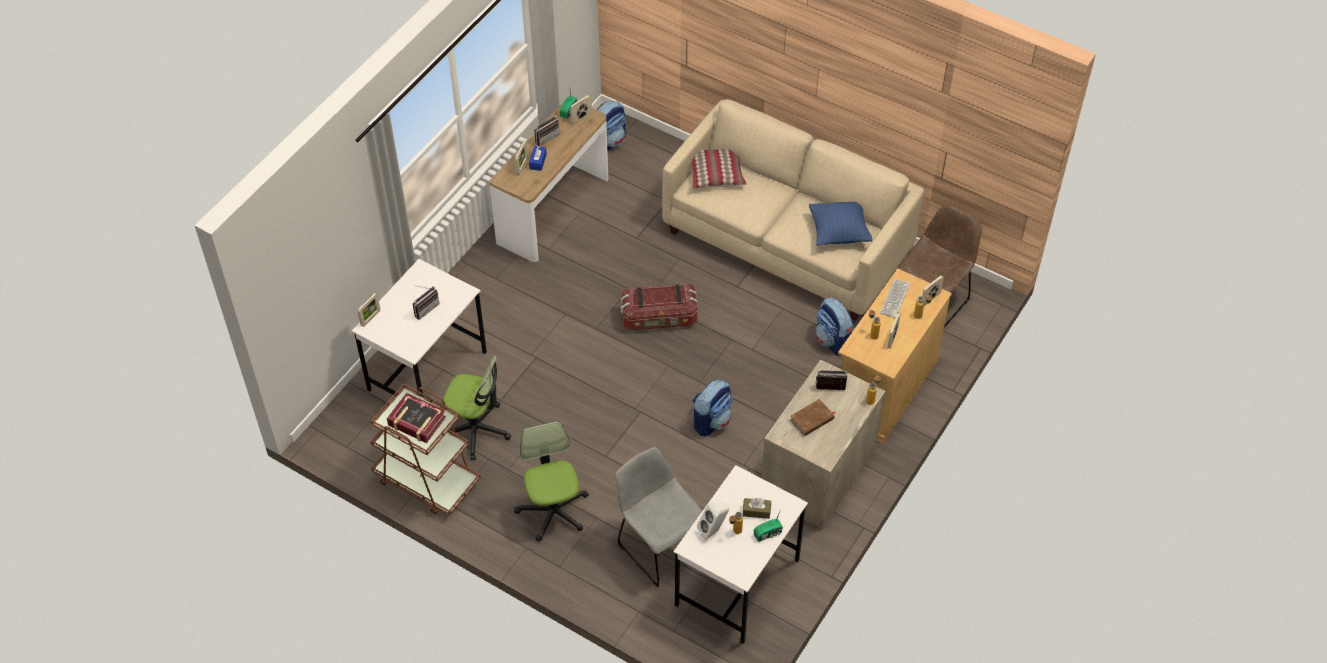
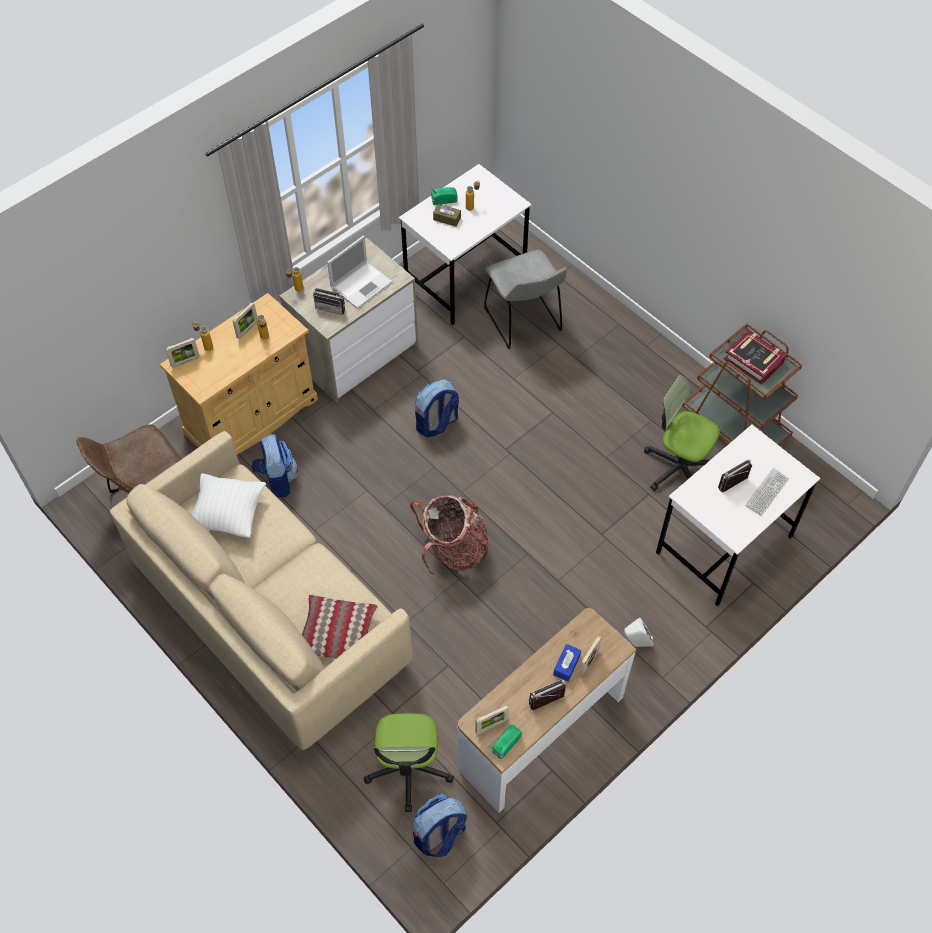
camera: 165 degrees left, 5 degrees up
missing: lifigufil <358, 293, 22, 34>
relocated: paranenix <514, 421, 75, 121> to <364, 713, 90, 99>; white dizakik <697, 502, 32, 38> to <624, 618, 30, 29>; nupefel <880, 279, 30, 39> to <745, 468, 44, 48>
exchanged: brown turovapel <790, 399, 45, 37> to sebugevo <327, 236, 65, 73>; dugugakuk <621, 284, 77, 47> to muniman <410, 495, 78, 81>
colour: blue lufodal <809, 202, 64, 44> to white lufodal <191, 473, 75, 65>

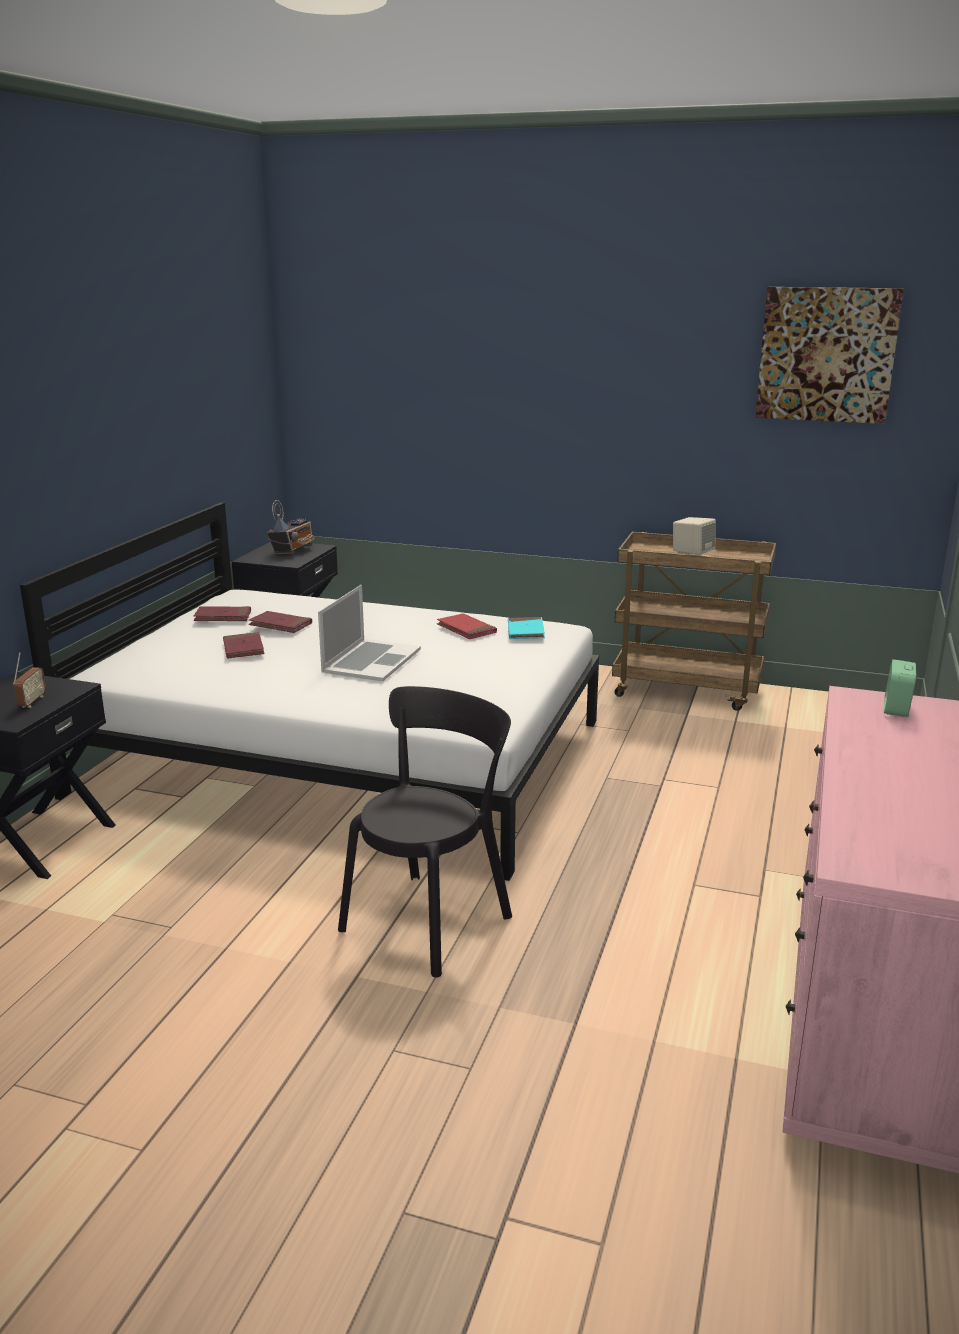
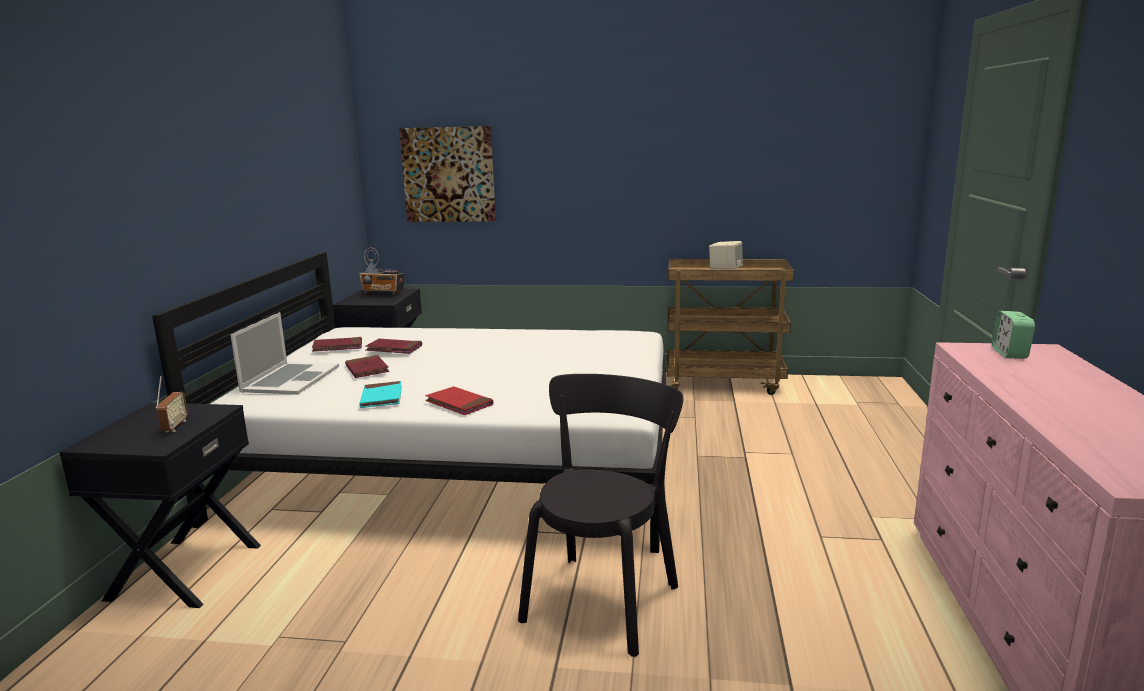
camera: 10 degrees left, 5 degrees down
relocated: sebugevo <318, 585, 103, 96> to <231, 312, 108, 83>; turquoise turovapel <508, 617, 37, 22> to <359, 381, 43, 27>; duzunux <755, 287, 149, 137> to <399, 126, 97, 96>; red turovapel <437, 613, 60, 26> to <425, 386, 68, 29>
spun: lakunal <267, 500, 48, 54> = <359, 248, 46, 47> 90 degrees clockwise

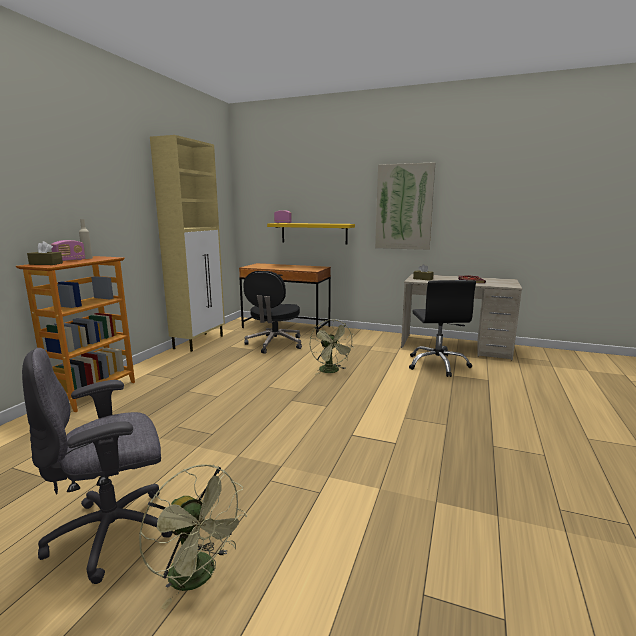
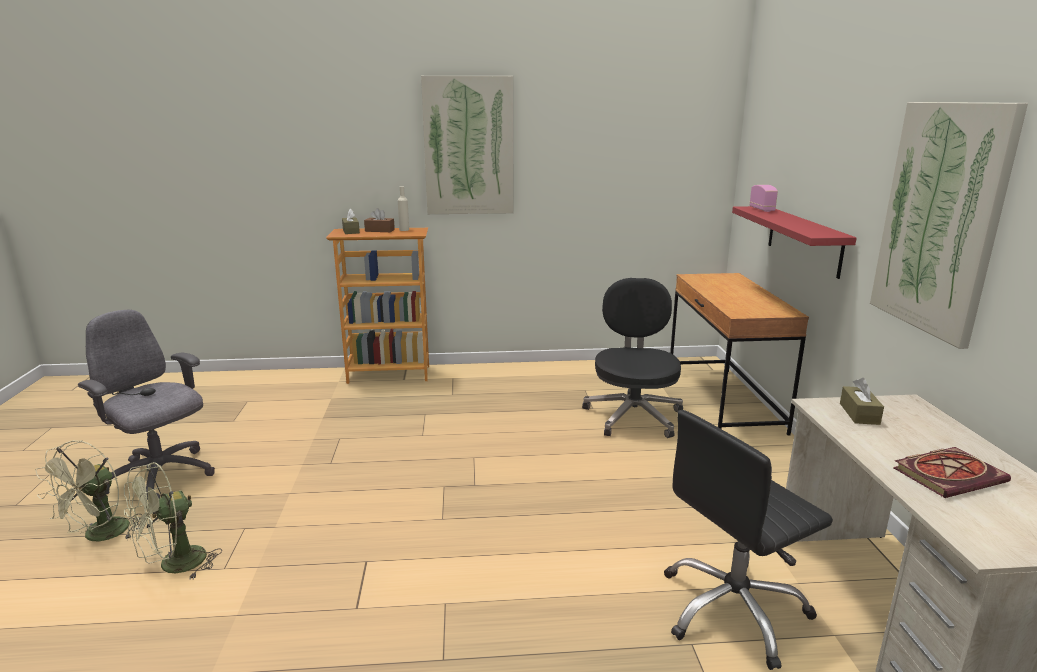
camera: 65 degrees right, 5 degrees up
missing: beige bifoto <150, 135, 75, 217>
appeared: duzunux <421, 76, 92, 138>
relocated: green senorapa <310, 319, 44, 56> to <124, 462, 98, 118>
exchanged: lakunal <51, 240, 34, 21> to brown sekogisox <364, 208, 31, 24>
colour: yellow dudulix <267, 223, 88, 21> to red dudulix <732, 206, 125, 73>
spun: black paranenix <243, 271, 59, 83> = <582, 278, 101, 160> 105 degrees clockwise

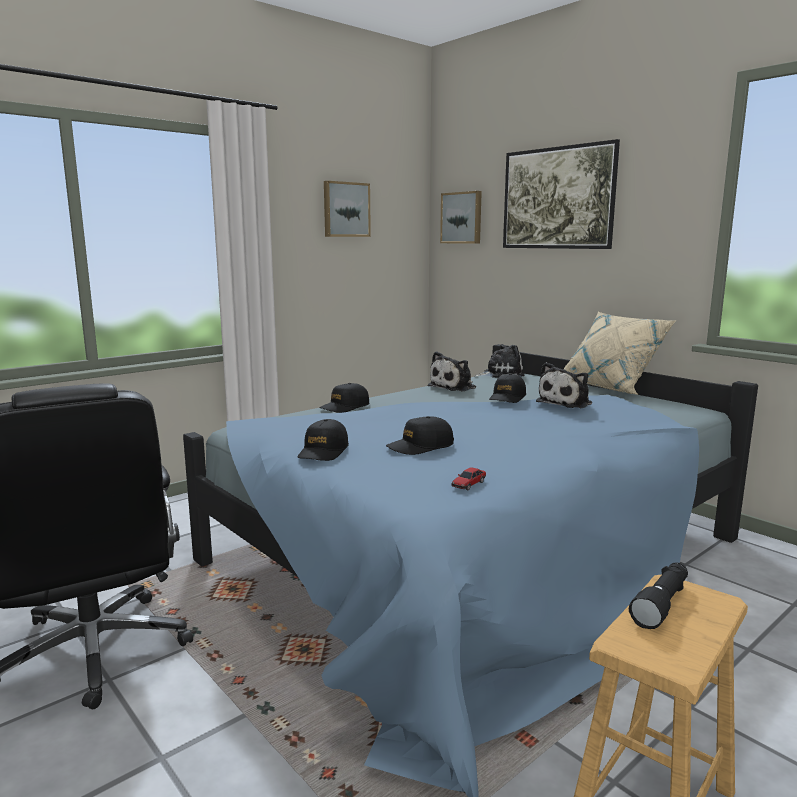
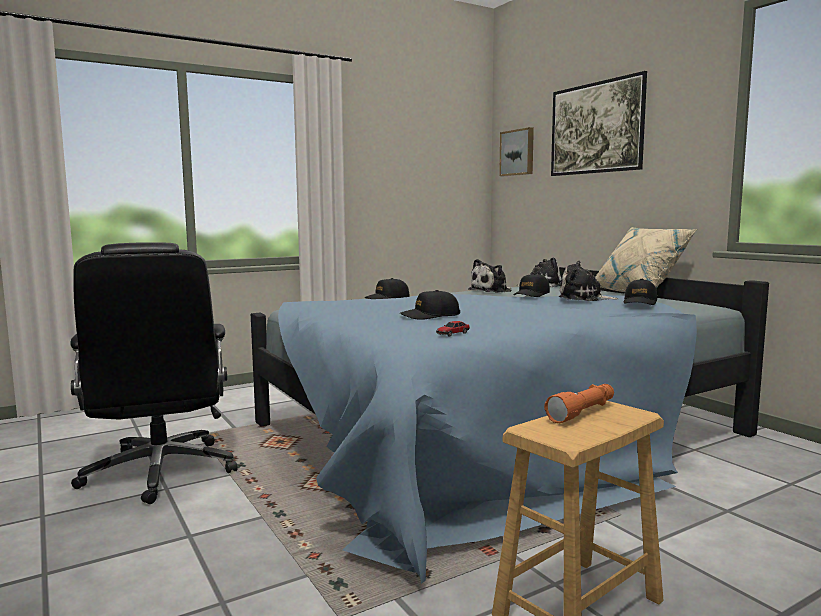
camera: 10 degrees right, 5 degrees down
missing: duzunux <324, 181, 47, 56>
relocated: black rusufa <298, 419, 51, 42> to <624, 279, 33, 26>
colour: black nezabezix <629, 562, 59, 67> to orange nezabezix <544, 384, 70, 39>
spun: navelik <536, 362, 56, 46> = <559, 261, 60, 40> 60 degrees clockwise

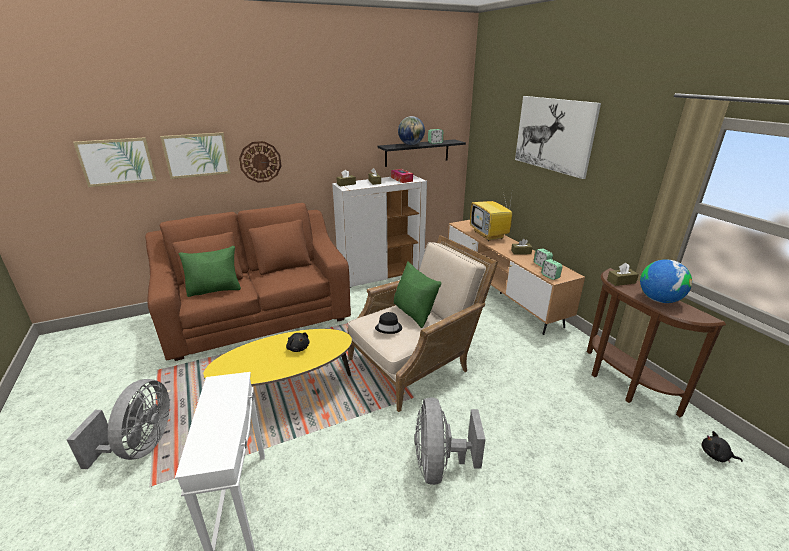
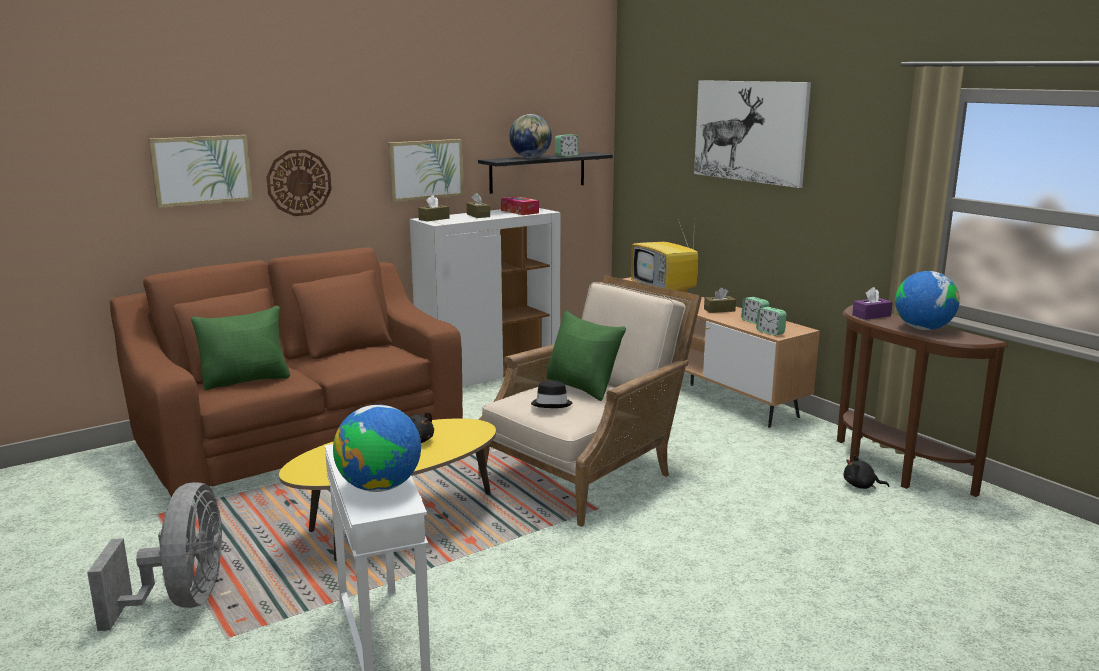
camera: 10 degrees left, 10 degrees down
missing: grey senorapa <415, 397, 71, 88>
appeared: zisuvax <333, 405, 88, 87>
relocated: duzunux <73, 137, 84, 50> to <388, 139, 76, 63>; black navelik <701, 431, 42, 32> to <844, 455, 45, 34>
colour: brown sekogisox <607, 263, 32, 23> to purple sekogisox <852, 287, 41, 33>

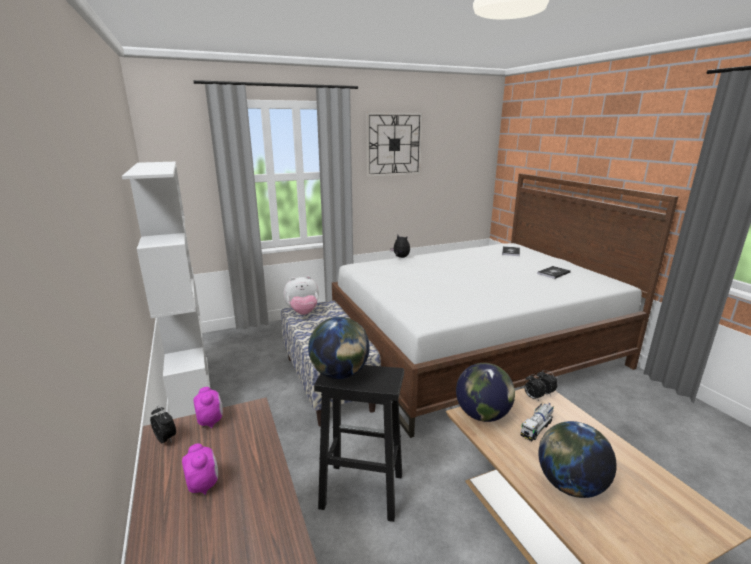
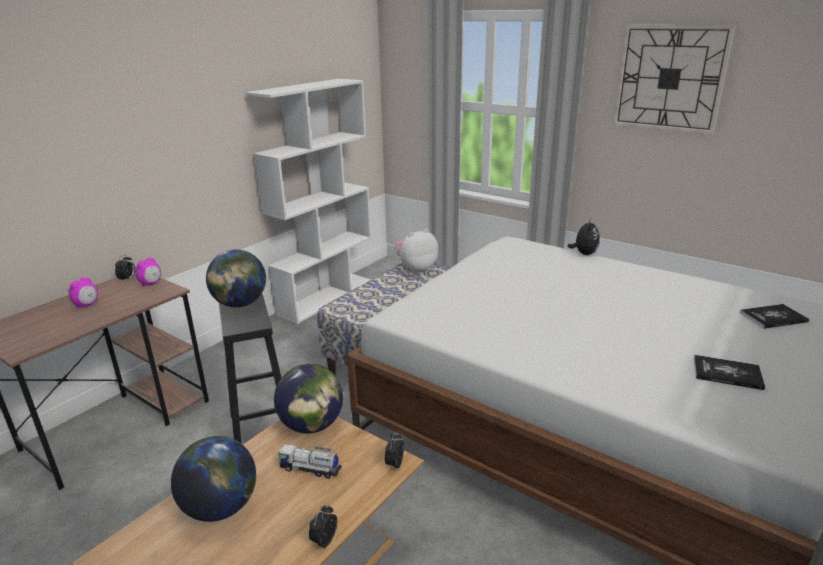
camera: 60 degrees right, 5 degrees up
relocated: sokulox <524, 374, 22, 27> to <309, 505, 28, 43>
spun: navelik <284, 276, 35, 39> = <394, 229, 44, 45> 105 degrees clockwise

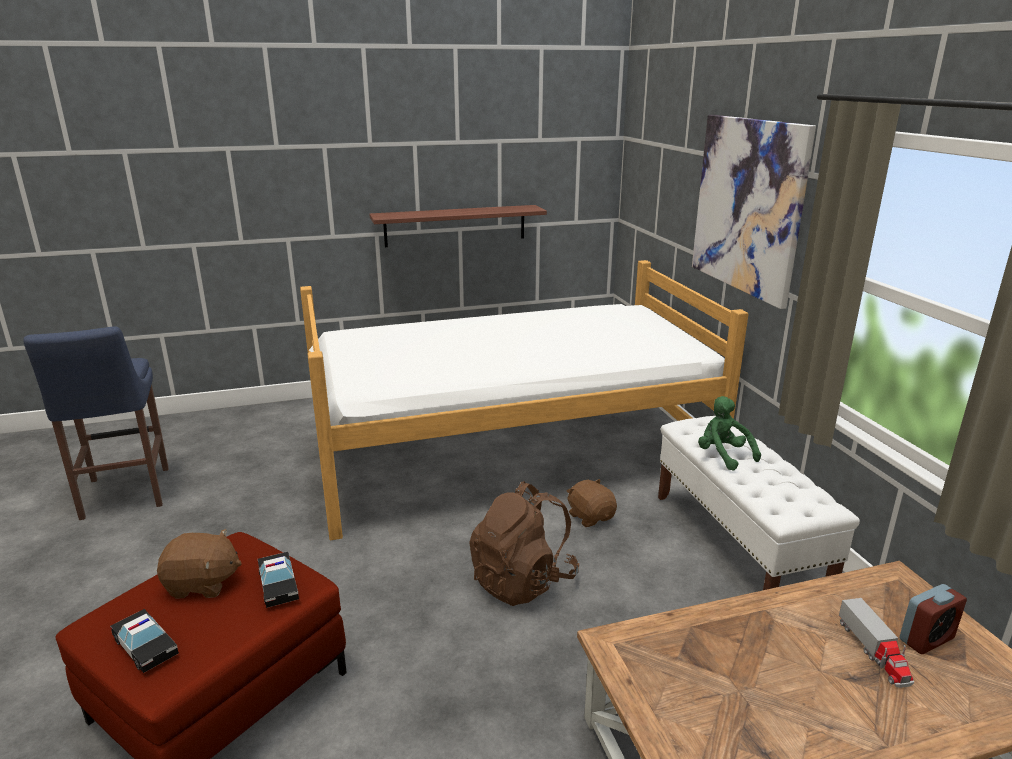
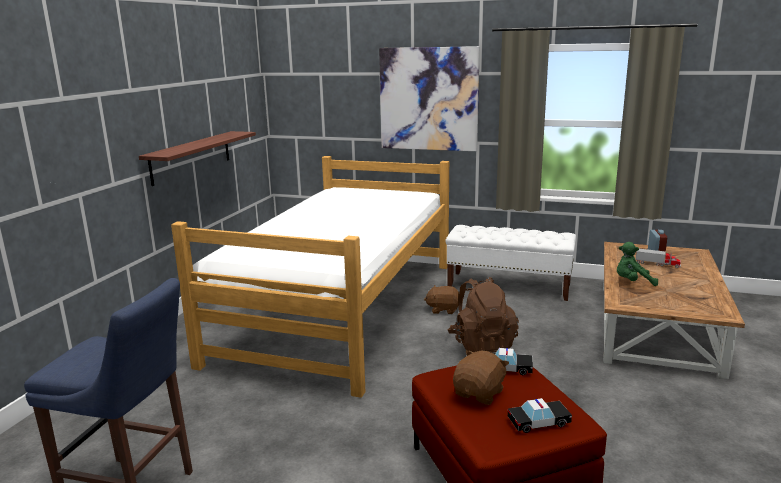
camera: 55 degrees left, 5 degrees down
relocated: green navelik <698, 396, 63, 75> to <617, 242, 41, 44>

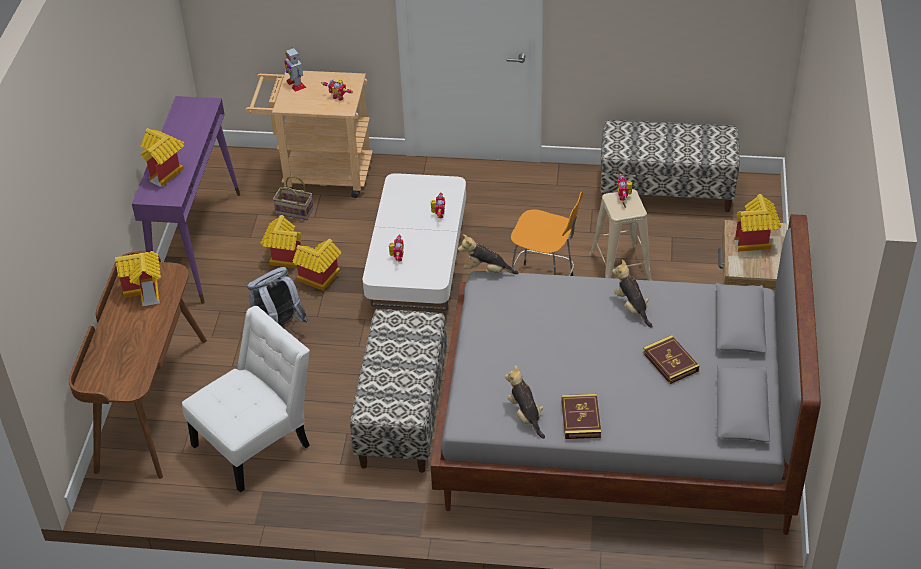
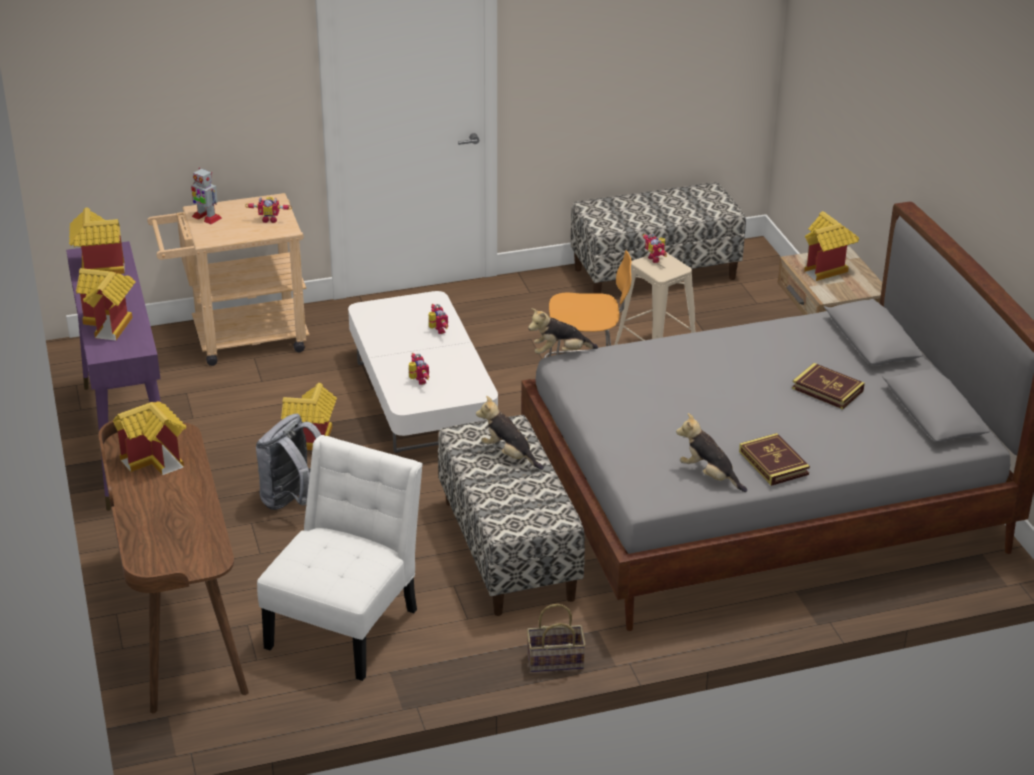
camera: 25 degrees left, 10 degrees down
relocated: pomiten <260, 215, 41, 53> to <69, 207, 56, 67>; navelik <612, 260, 40, 68> to <476, 396, 68, 74>; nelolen <273, 176, 40, 44> to <527, 604, 59, 68>

